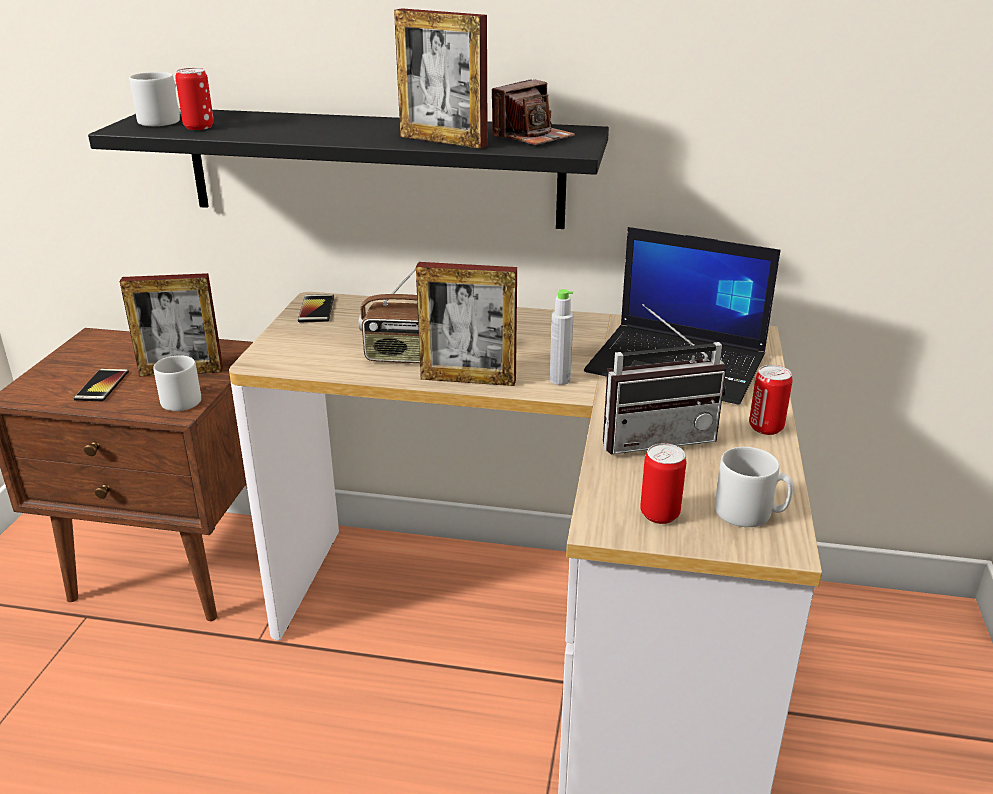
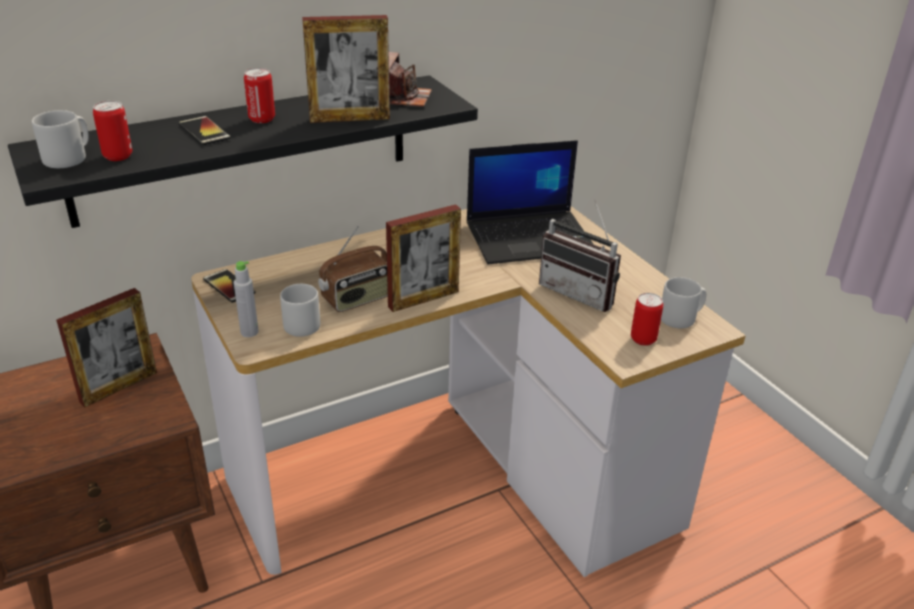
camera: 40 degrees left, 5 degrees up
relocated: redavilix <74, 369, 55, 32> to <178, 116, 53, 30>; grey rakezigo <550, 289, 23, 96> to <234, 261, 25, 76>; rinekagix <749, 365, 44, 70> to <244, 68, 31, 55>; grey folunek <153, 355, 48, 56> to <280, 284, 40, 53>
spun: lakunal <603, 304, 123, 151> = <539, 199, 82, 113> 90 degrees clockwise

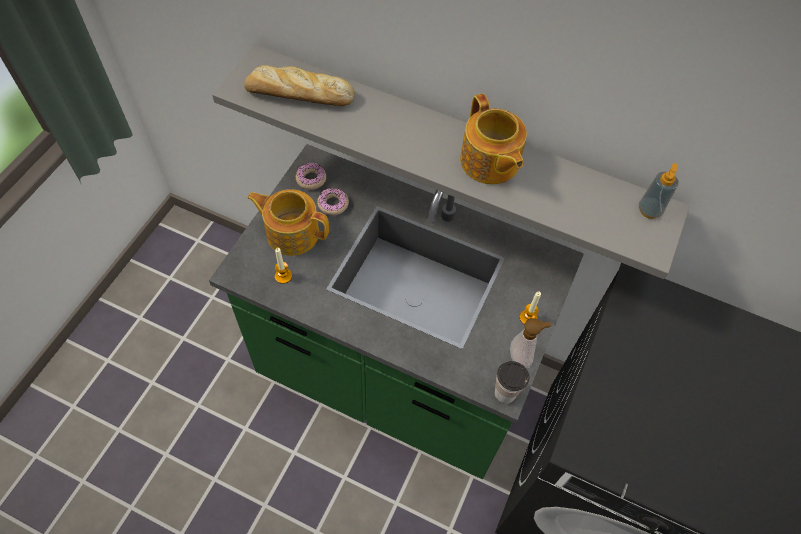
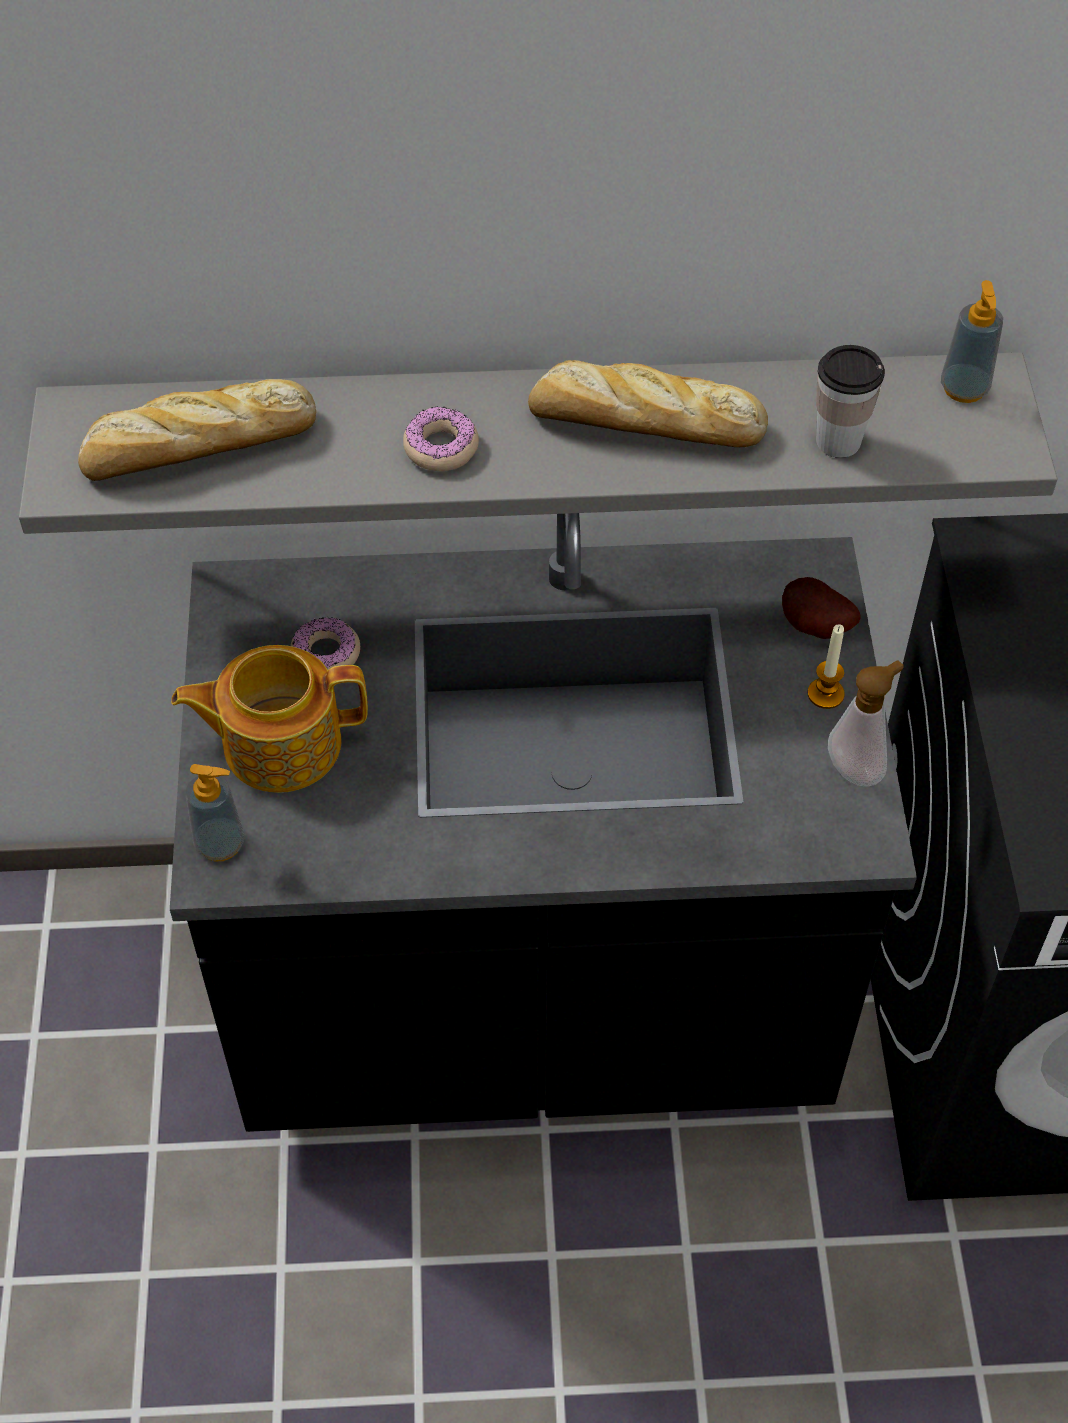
camera: 25 degrees left, 5 degrees down
missing: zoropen <275, 248, 17, 36>
appeared: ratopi <186, 764, 58, 98>; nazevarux <782, 577, 79, 62>
relocated: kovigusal <296, 162, 30, 28> to <403, 407, 76, 64>; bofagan <495, 361, 34, 43> to <816, 345, 69, 113>
exchanged: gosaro <460, 94, 67, 91> to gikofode <528, 360, 240, 87>
colour: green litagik <209, 144, 375, 335> to black litagik <170, 513, 747, 619>

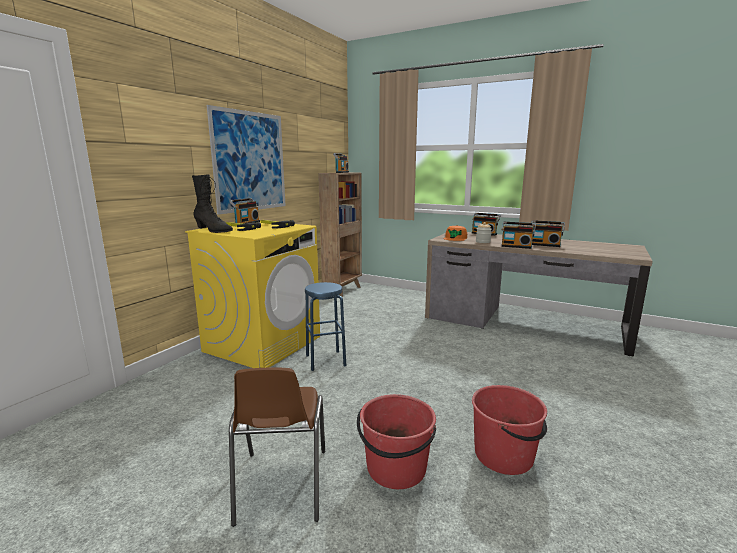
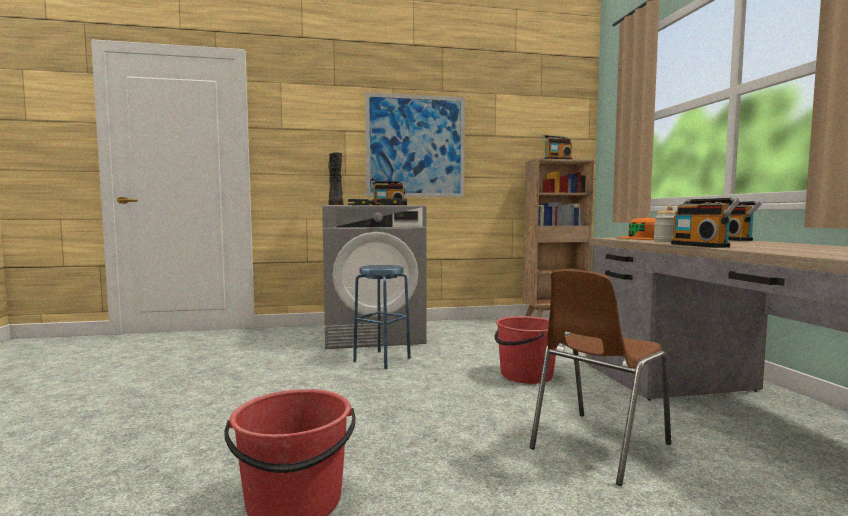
camera: 50 degrees right, 10 degrees down
missing: lakunal <531, 220, 34, 27>
relocated: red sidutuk <357, 394, 79, 95> to <494, 316, 63, 68>; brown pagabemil <229, 367, 96, 160> to <530, 270, 141, 216>
colour: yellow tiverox <185, 222, 135, 146> to grey tiverox <322, 205, 105, 144>

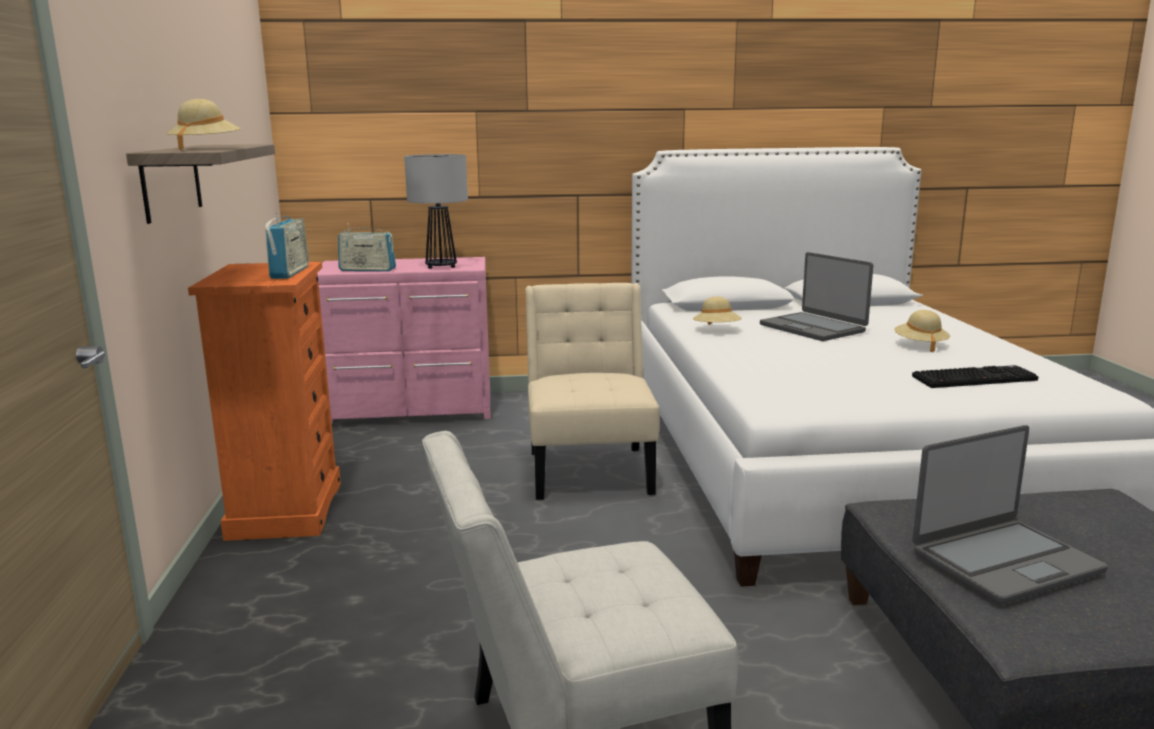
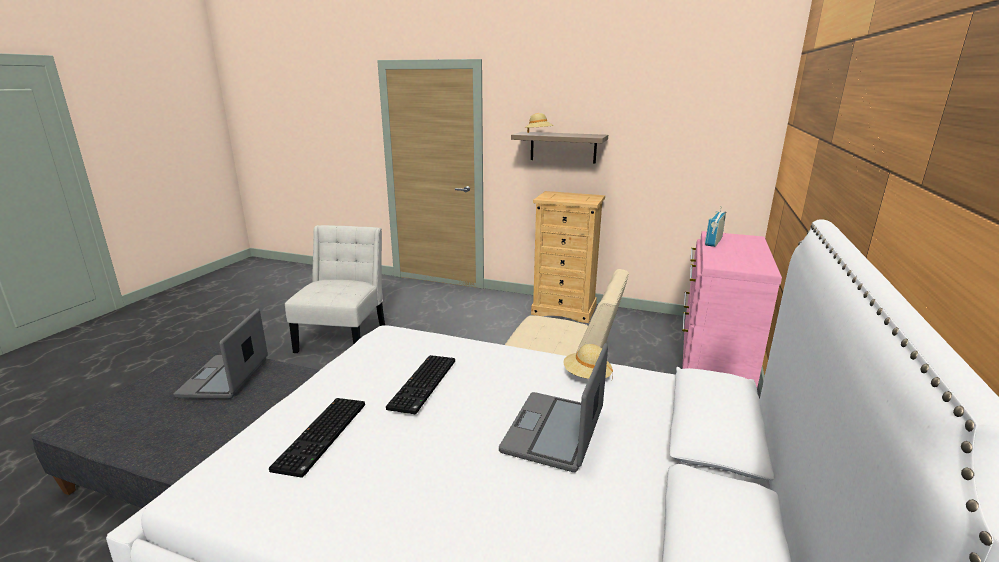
camera: 115 degrees right, 5 degrees up
missing: lakunal <265, 213, 44, 66>; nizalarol <404, 154, 64, 115>; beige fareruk <894, 310, 56, 42>
appeared: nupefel <386, 355, 69, 59>
colour: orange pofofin <188, 262, 153, 279> to beige pofofin <531, 191, 74, 132>
spun: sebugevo <760, 252, 113, 89> = <499, 343, 109, 129> 60 degrees counterclockwise

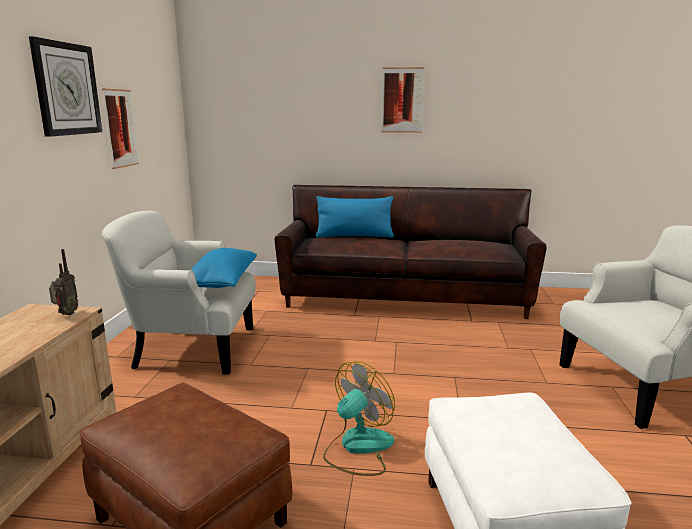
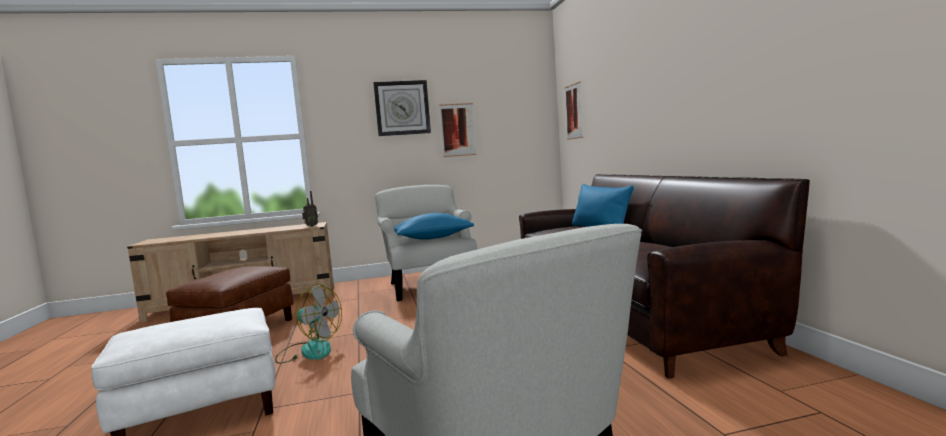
camera: 70 degrees right, 10 degrees down
relocated: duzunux <382, 67, 42, 66> to <564, 82, 19, 58>

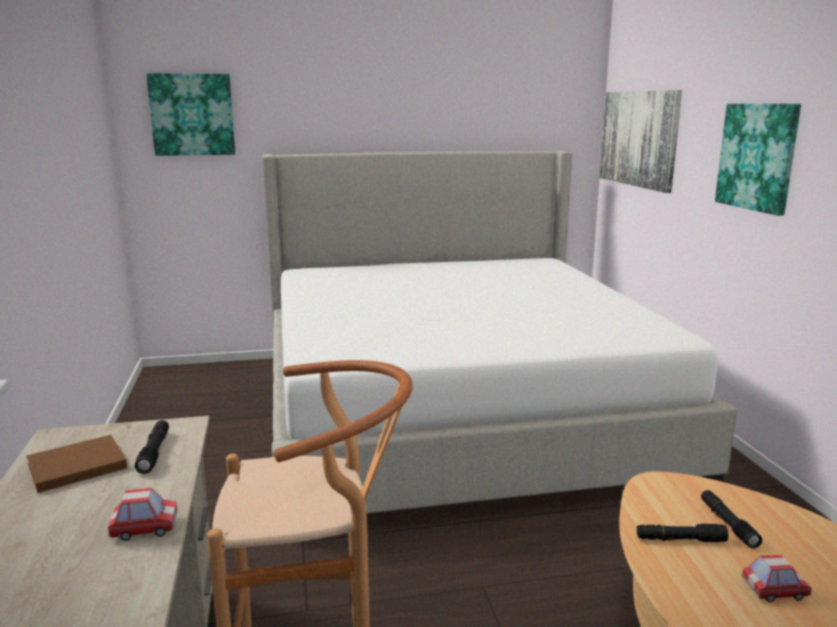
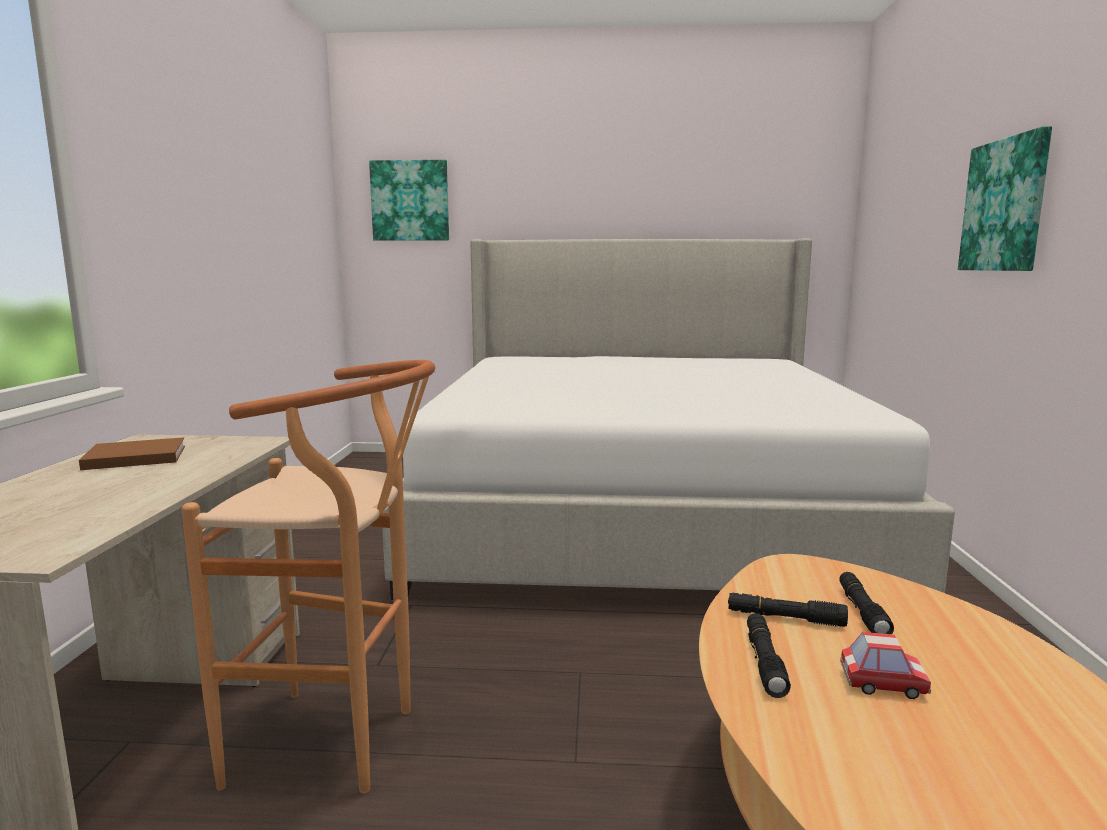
camera: 15 degrees right, 5 degrees down
missing: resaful <108, 488, 70, 53>; duzunux <599, 90, 83, 103>
relocated: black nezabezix <135, 420, 34, 54> to <747, 613, 44, 85>

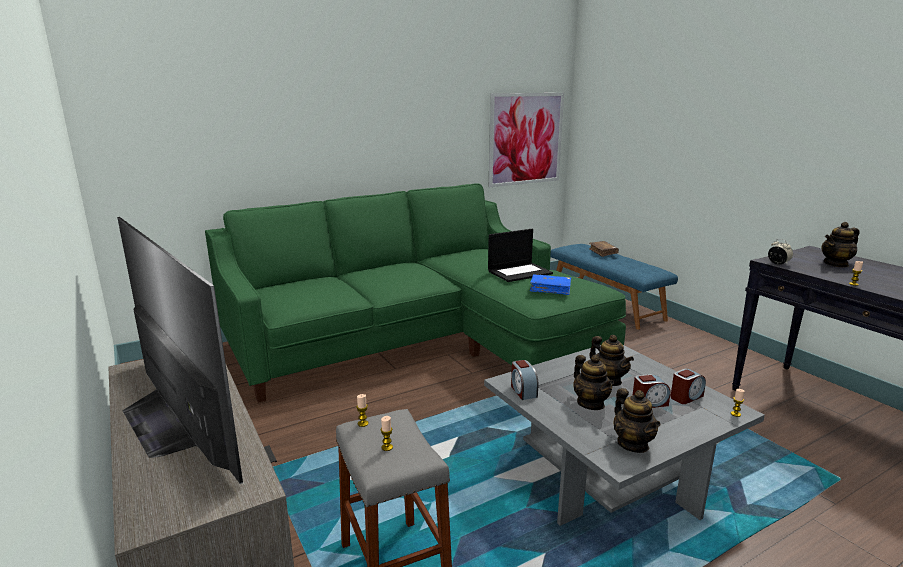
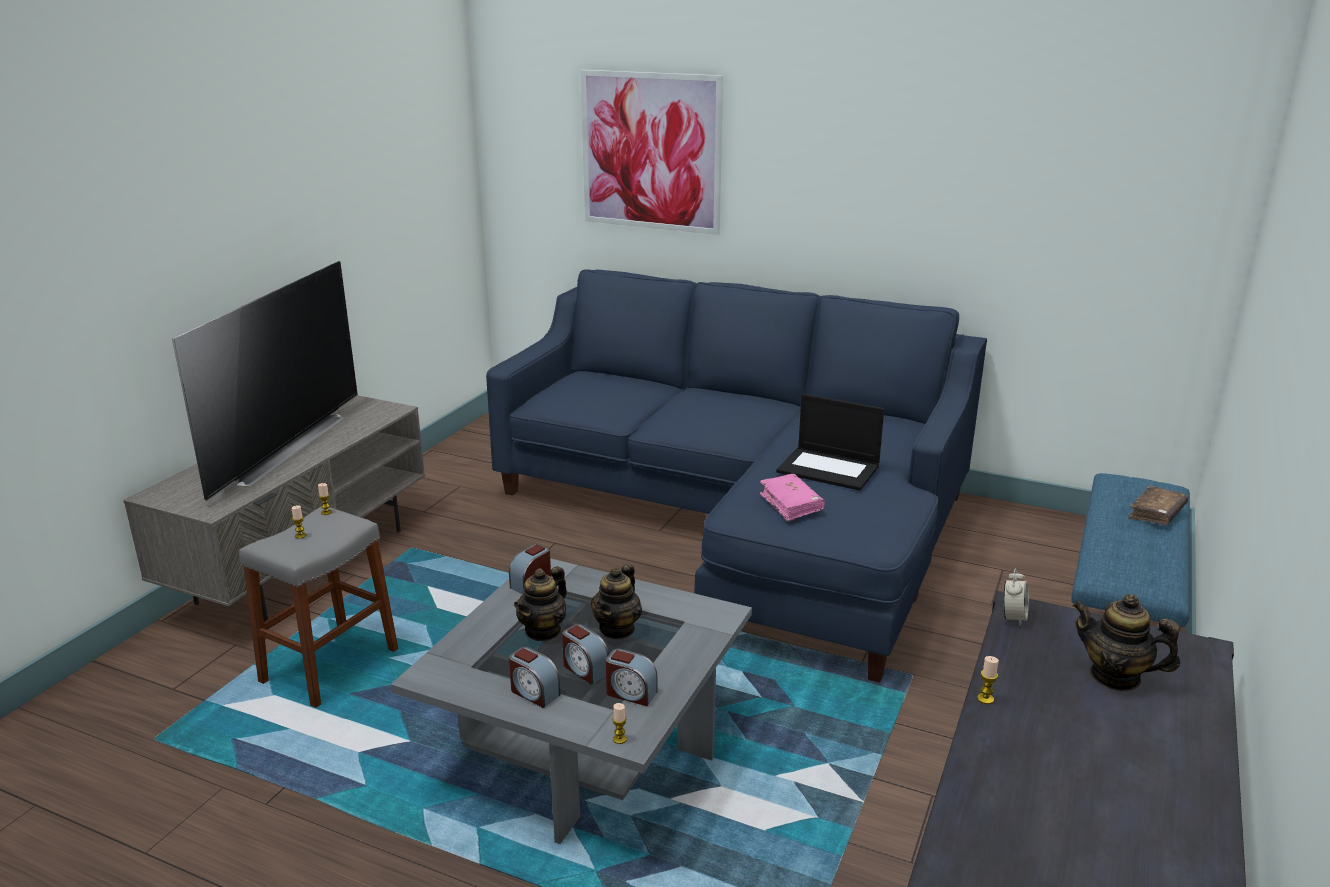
camera: 55 degrees right, 5 degrees up
missing: gosaro <614, 388, 47, 65>
appeared: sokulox <509, 647, 51, 61>
relocated: duzunux <489, 93, 75, 94> to <580, 70, 143, 165>
colour: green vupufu <205, 183, 421, 220> to blue vupufu <486, 269, 501, 414>; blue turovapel <530, 274, 41, 21> to pink turovapel <760, 474, 65, 47>

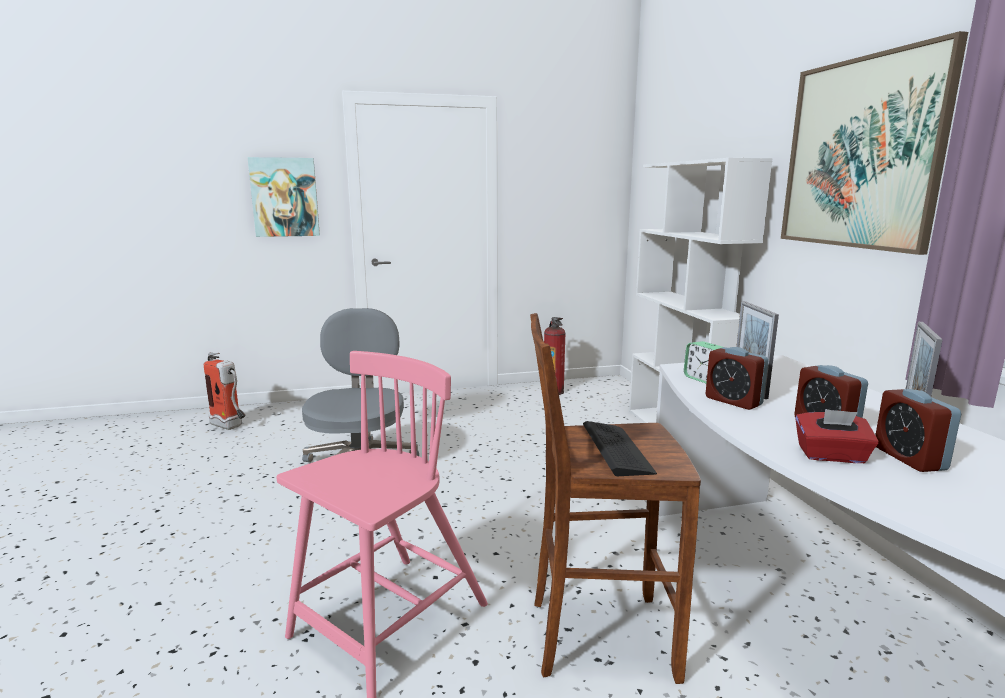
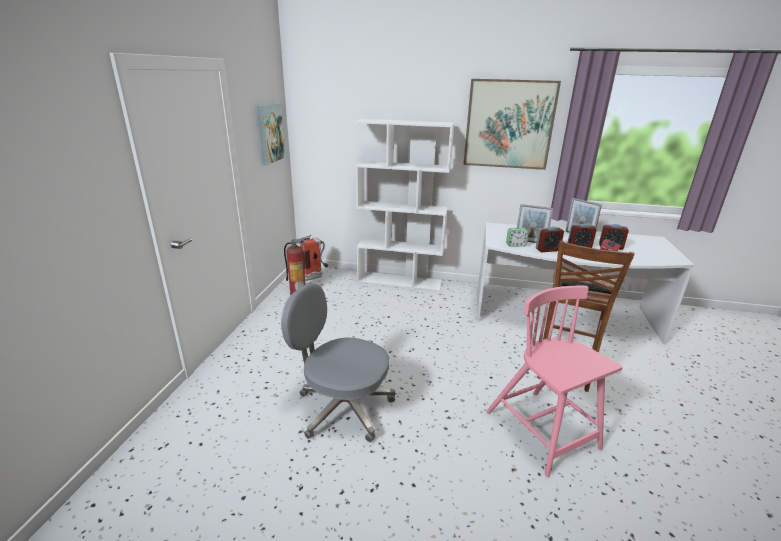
camera: 65 degrees left, 10 degrees up
relocated: duzunux <247, 157, 73, 80> to <257, 103, 28, 62>; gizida <204, 352, 42, 78> to <300, 235, 28, 46>

